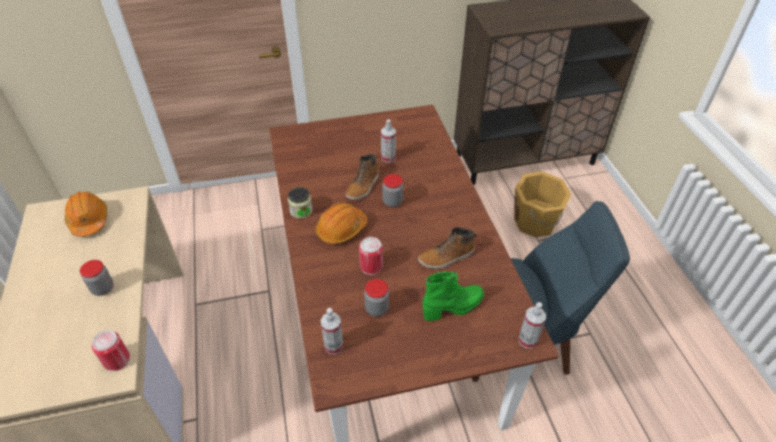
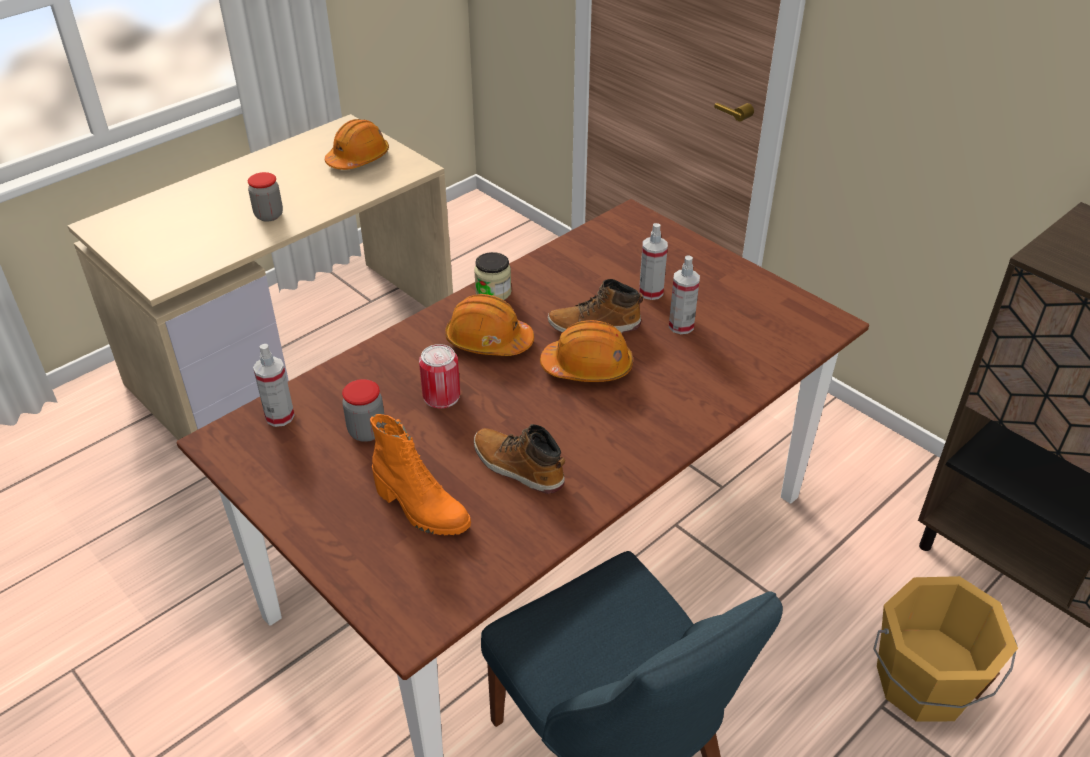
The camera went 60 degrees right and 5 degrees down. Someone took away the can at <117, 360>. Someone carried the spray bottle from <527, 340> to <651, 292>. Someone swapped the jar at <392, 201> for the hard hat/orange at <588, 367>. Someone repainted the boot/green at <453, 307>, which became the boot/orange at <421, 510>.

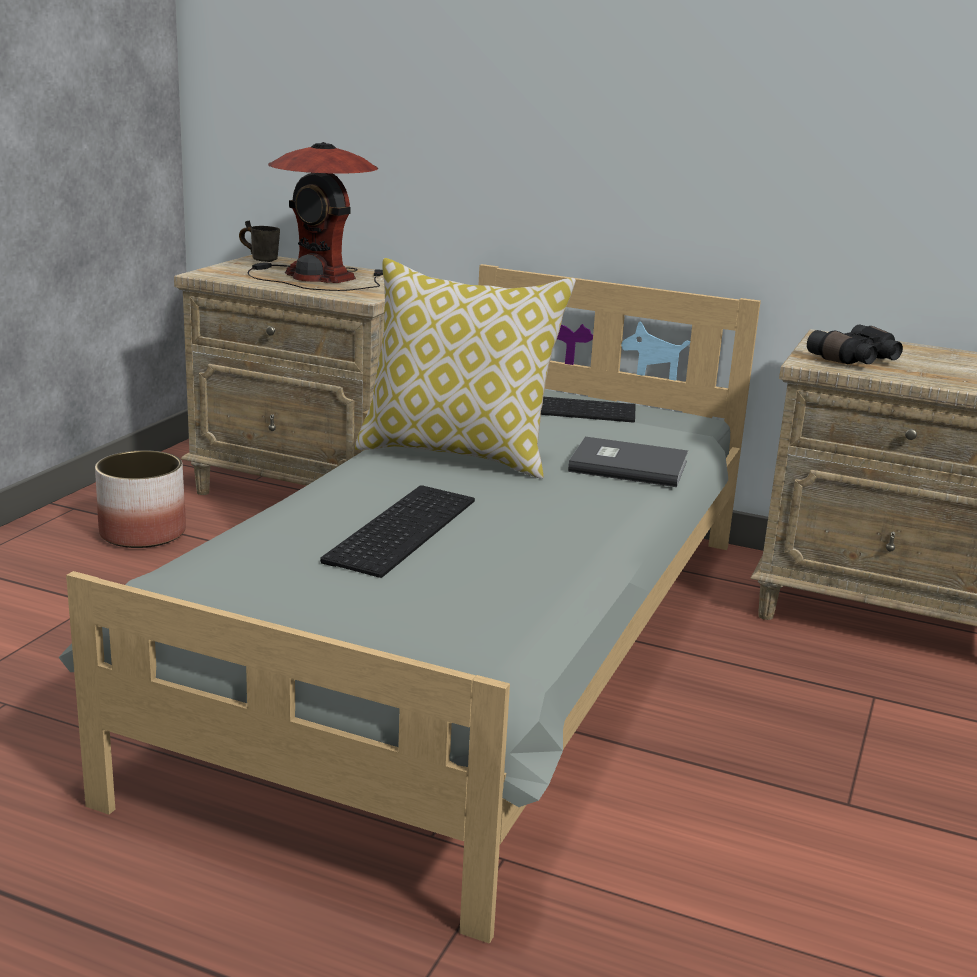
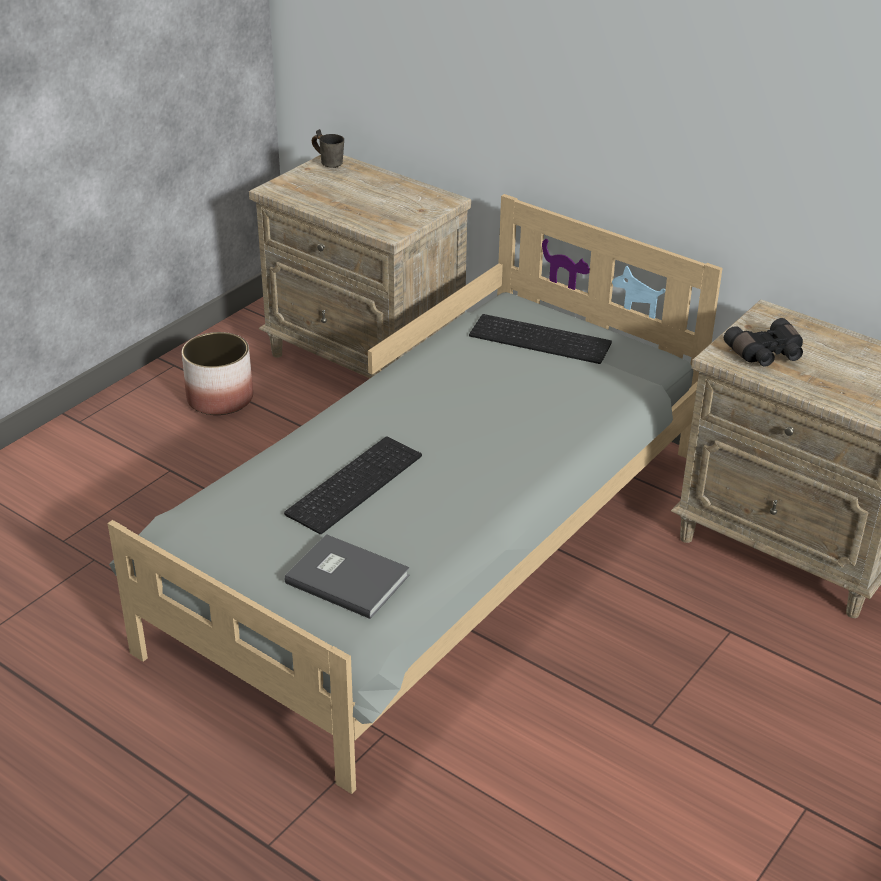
The camera went 15 degrees right and 15 degrees up. Someone took away the table lamp at <320, 276>. Someone took away the pillow at <458, 454>. Someone carried the book/grey from <627, 465> to <347, 577>.

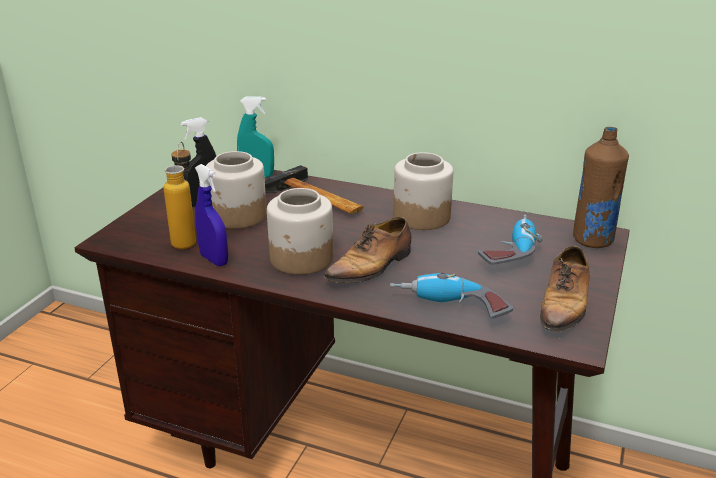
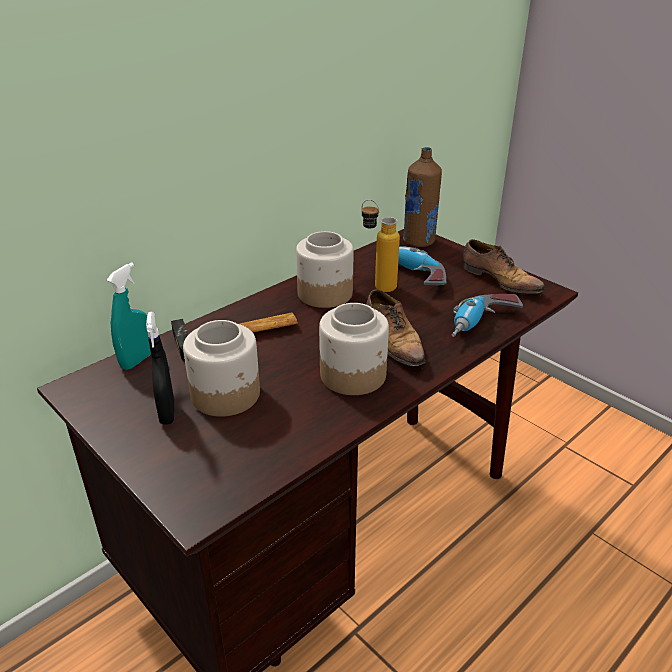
The camera went 65 degrees left and 5 degrees up. Someone took away the spray bottle/blue at <214, 260>. Someone carried the bottle from <187, 239> to <377, 285>.

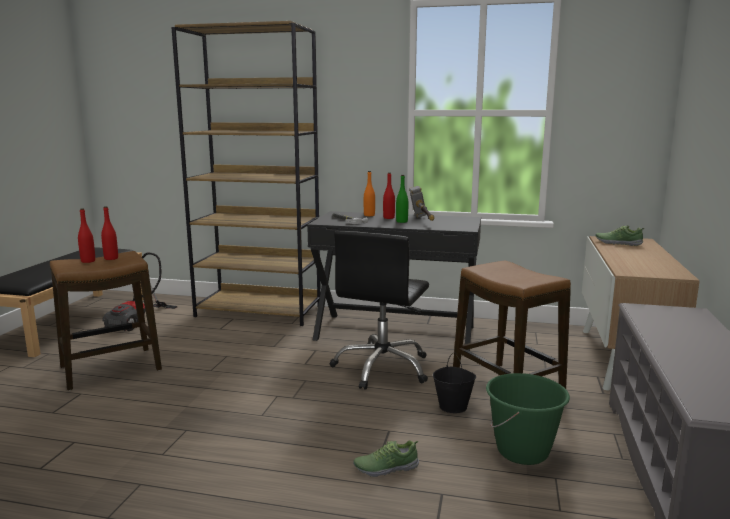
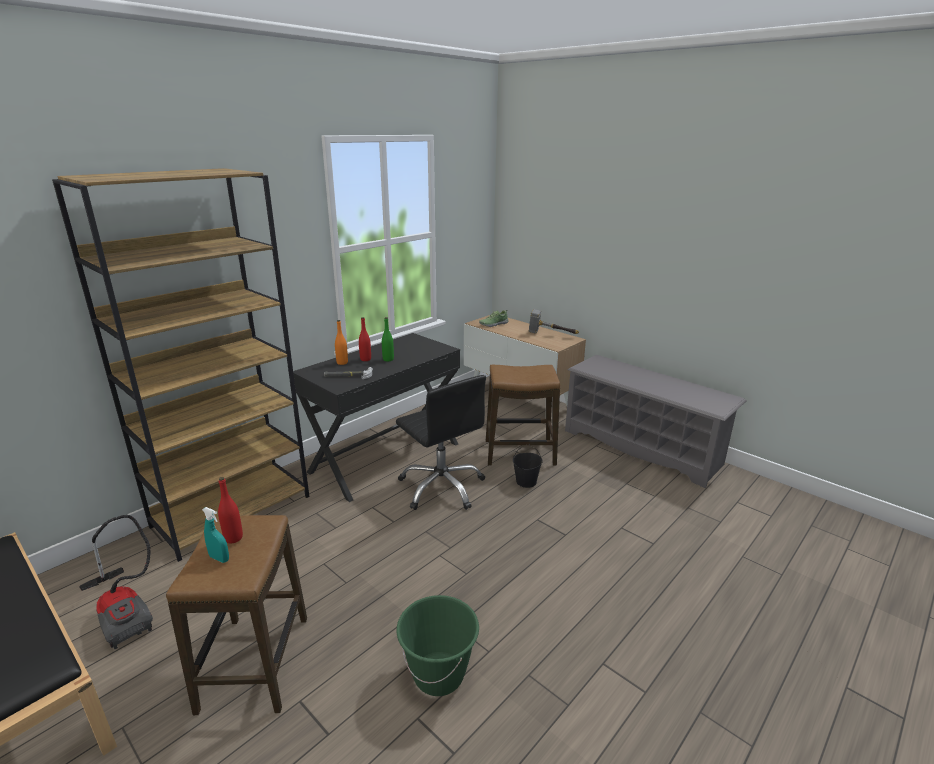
The camera went 60 degrees left and 10 degrees up. Someone took away the shoe at <386, 467>. Someone carried the hammer from <423, 221> to <550, 335>. Someone carried the bucket/green from <523, 451> to <439, 674>. Someone swapped the bottle/red at <88, 261> for the spray bottle/turquoise at <219, 558>.

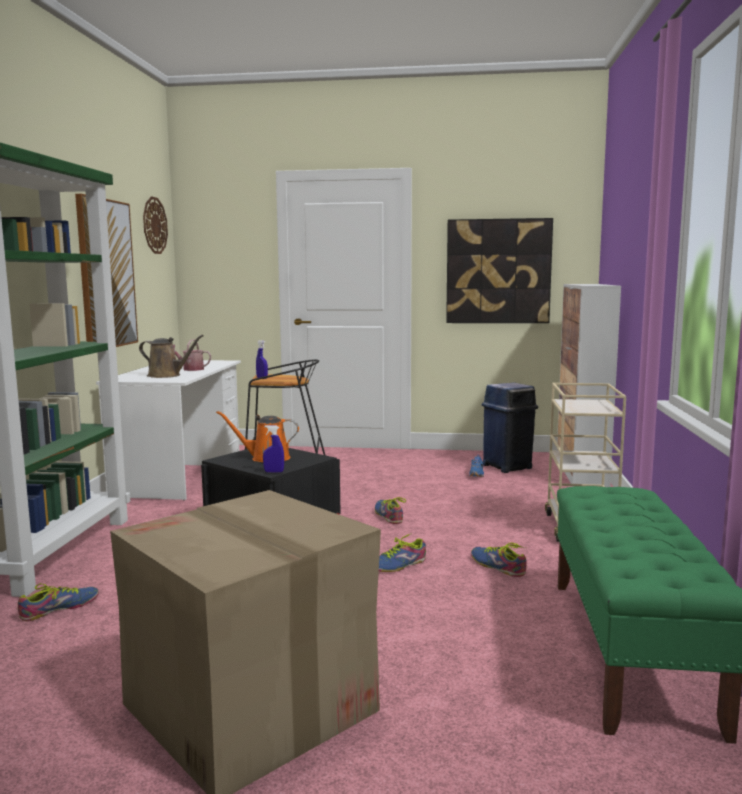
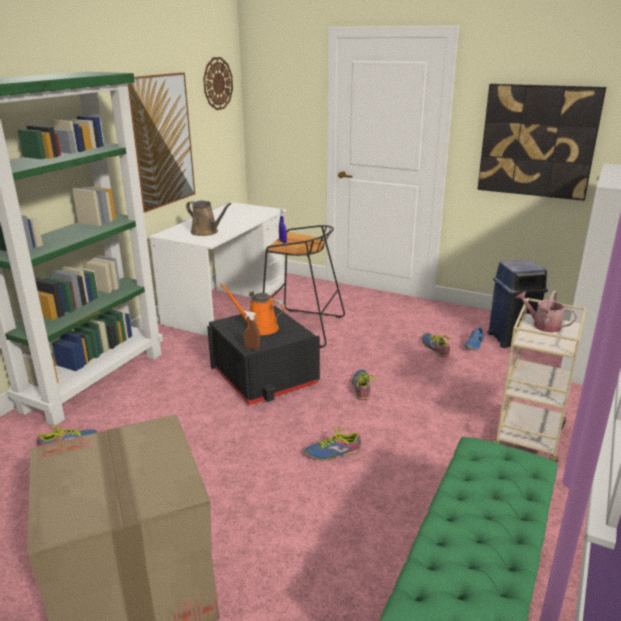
The camera went 20 degrees right and 15 degrees up. Someone carried the watering can from <190, 369> to <542, 325>. Someone carried the shoe from <497, 566> to <435, 348>. Someone repainted the spray bottle/blue at <274, 472>, which became the spray bottle/brown at <252, 348>.

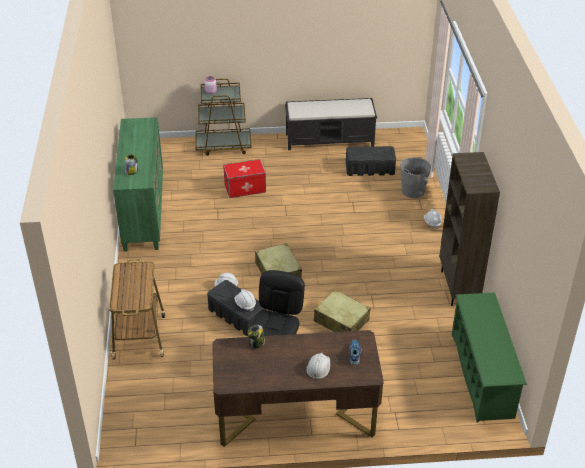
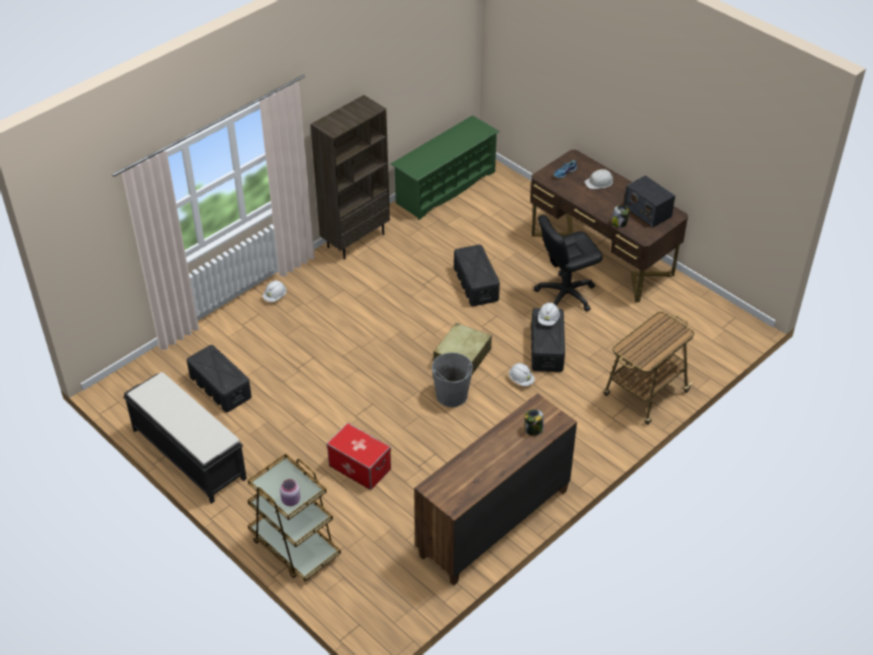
The camera went 130 degrees left and 5 degrees up. Someone put down the radio at <647, 211>. Someone carried the bucket/grey from <412, 191> to <451, 395>. Someone swapped the suitcase/beige at <341, 321> for the storage box/black at <476, 284>. Someone repainted the dresser/green at <144, 213>, which became the dresser/brown at <493, 523>.

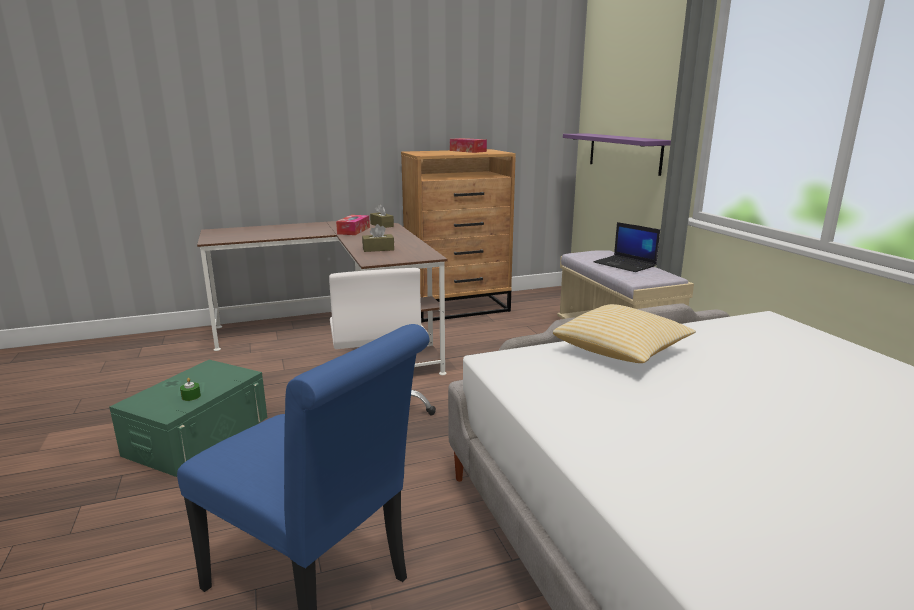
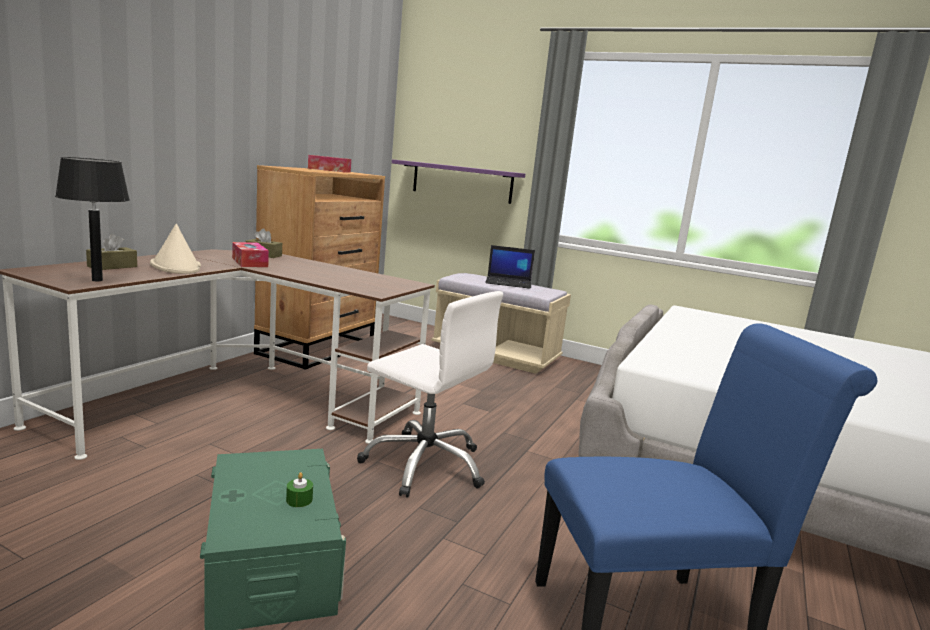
The camera went 45 degrees left and 5 degrees down. Someone took away the pillow at <621, 352>. Someone put down the table lamp/black at <96, 280>. Someone put down the hat/beige at <176, 266>. Someone carried the tissue box/brown from <378, 249> to <112, 266>.

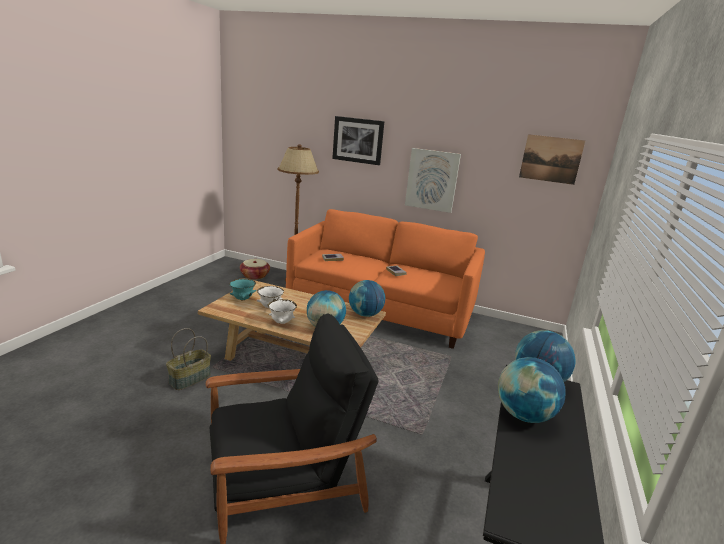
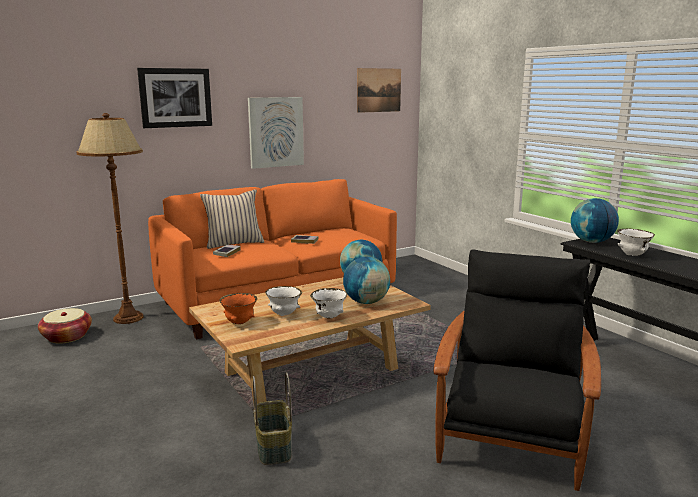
The camera went 50 degrees left and 5 degrees down. Someone put down the pillow/beige at <233, 243>. Someone swapped the globe at <524, 415> for the bowl/white at <632, 255>. Someone repainted the bowl/turquoise at <243, 299>, which became the bowl/orange at <239, 322>.

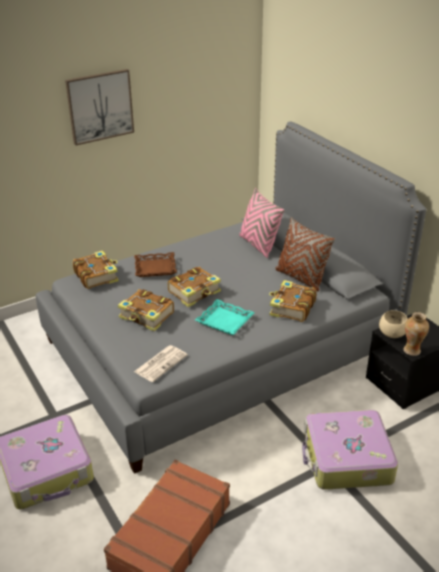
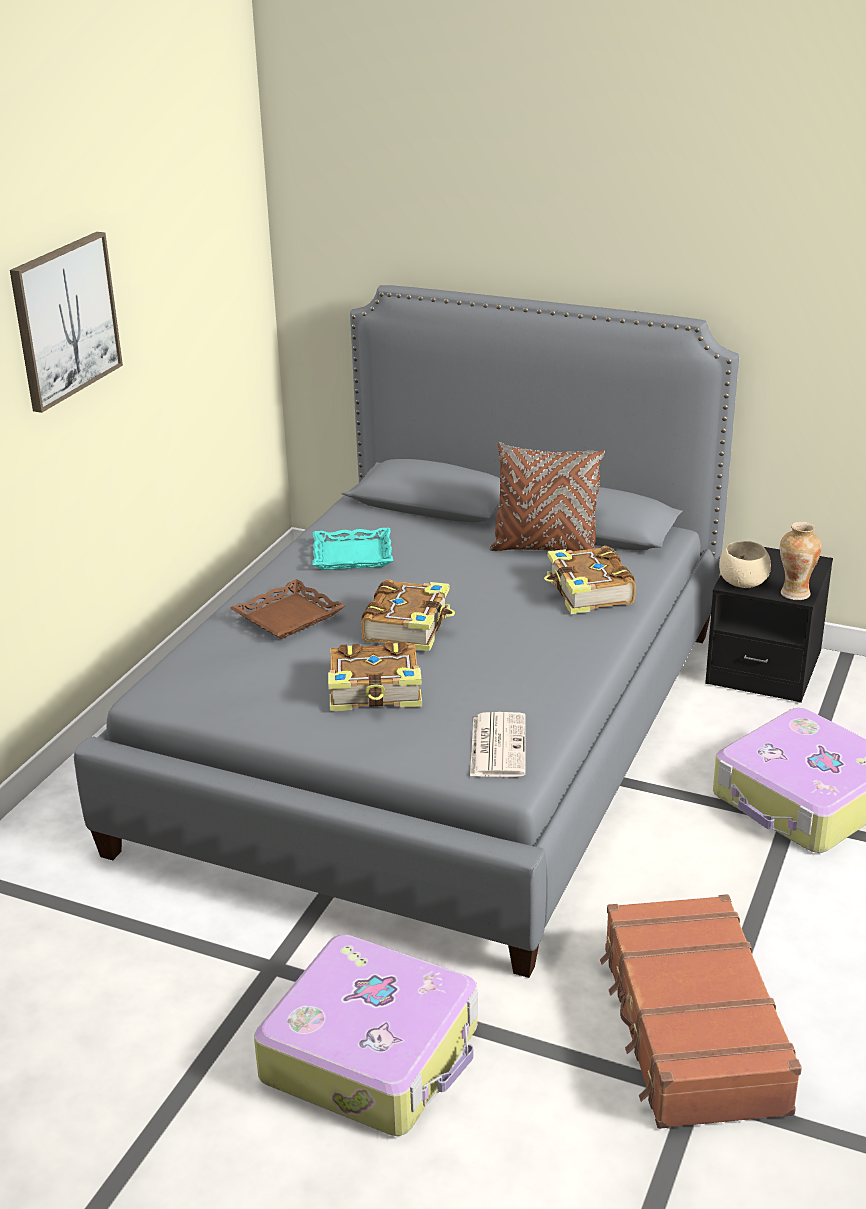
The camera went 35 degrees left and 5 degrees down. Someone took away the book at <96, 275>. Someone took away the pillow/pink at <258, 245>. Someone carried the tray/turquoise from <225, 320> to <352, 555>.

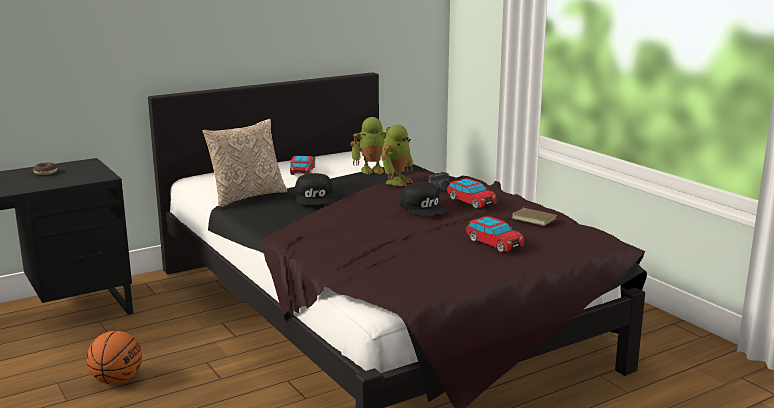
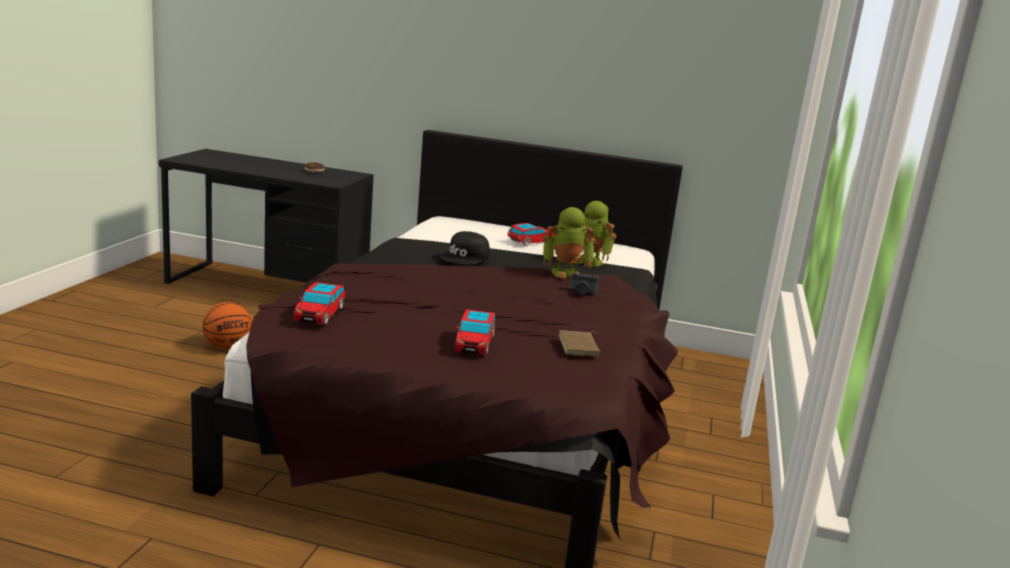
The camera went 45 degrees right and 0 degrees up. Someone took away the pillow at <246, 196>. Someone took away the cap/black at <424, 207>. Someone carried the toy car from <471, 201> to <319, 314>.

